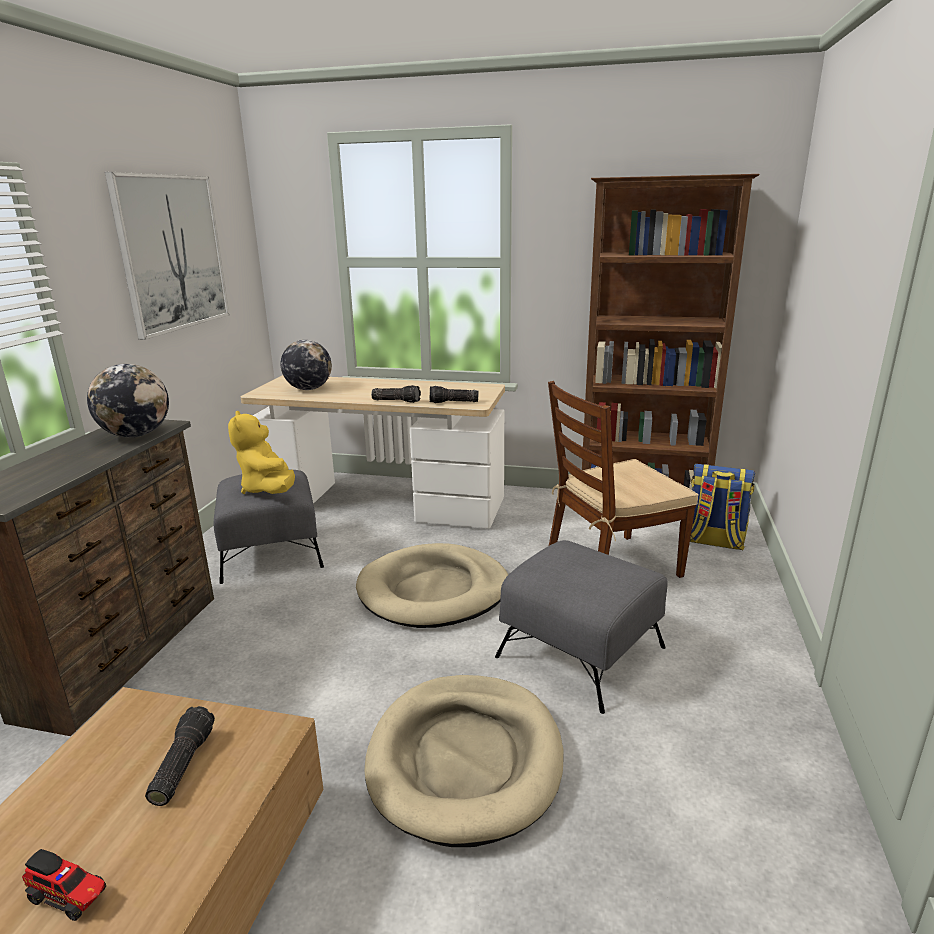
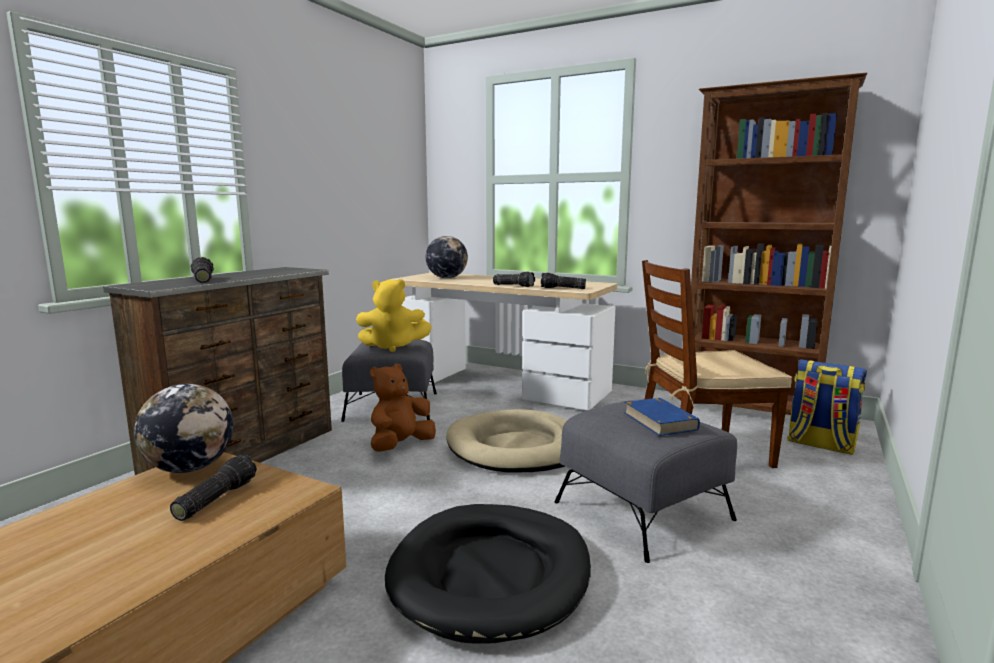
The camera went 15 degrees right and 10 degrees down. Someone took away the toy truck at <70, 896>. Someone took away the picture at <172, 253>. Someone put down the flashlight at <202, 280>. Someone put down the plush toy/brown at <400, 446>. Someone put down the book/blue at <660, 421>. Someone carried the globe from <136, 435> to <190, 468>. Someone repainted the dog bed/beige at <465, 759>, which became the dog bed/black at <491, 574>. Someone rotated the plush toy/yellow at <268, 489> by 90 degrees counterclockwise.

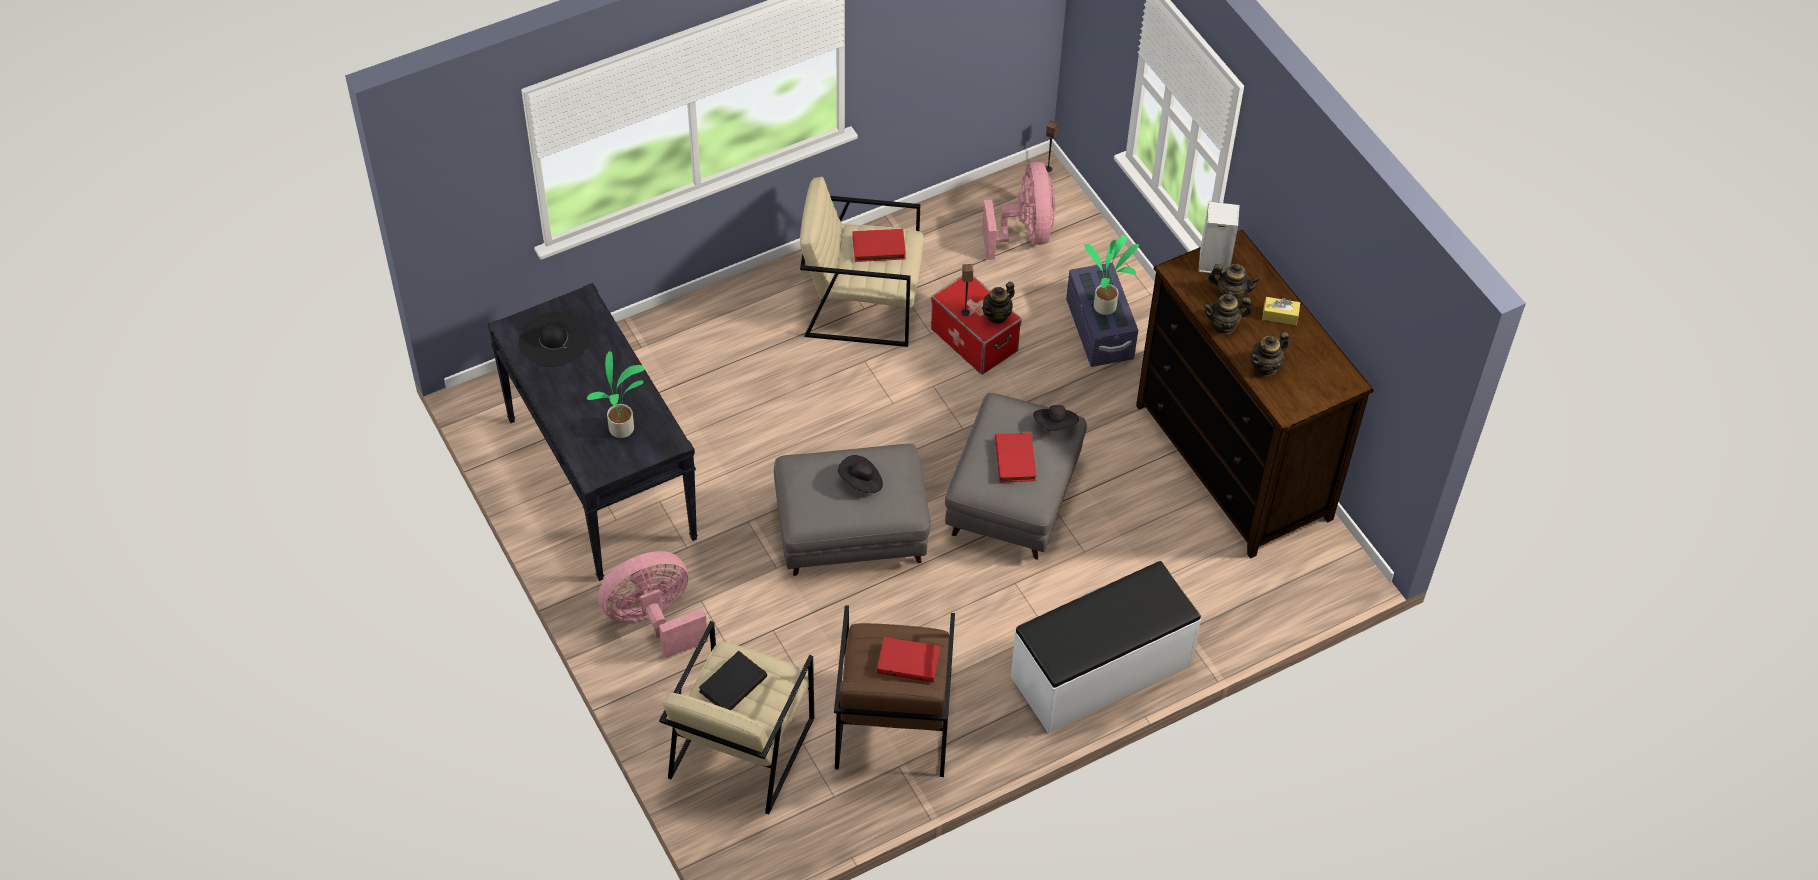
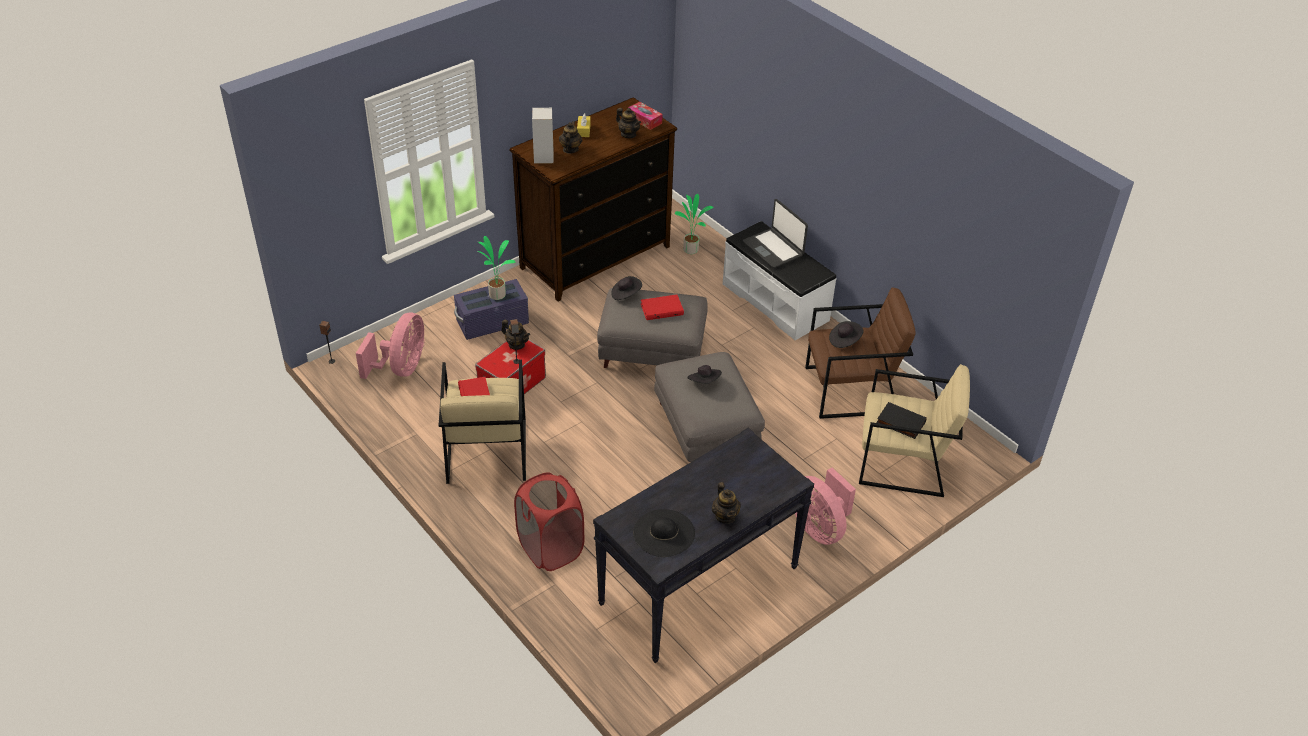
The camera went 100 degrees left and 10 degrees down. Someone put down the laundry basket/red at <550, 548>. Someone put down the tissue box at <644, 120>. Someone put down the laptop at <773, 248>. Someone carried the potted plant from <623, 430> to <691, 249>. Someone carried the teapot from <1224, 325> to <725, 516>. Someone swapped the book/red at <909, 661> for the hat/black at <844, 340>. Someone rotated the fan/pink at <1024, 233> by 120 degrees clockwise.

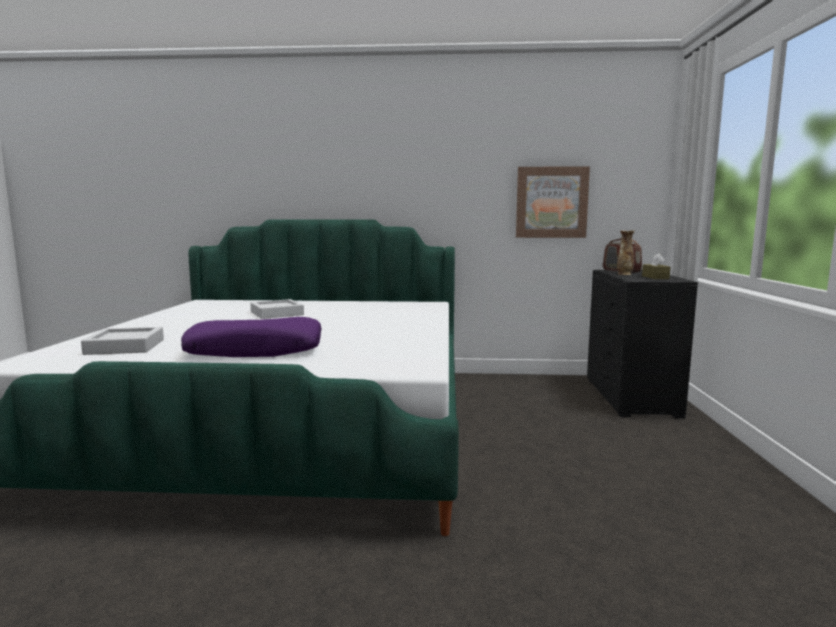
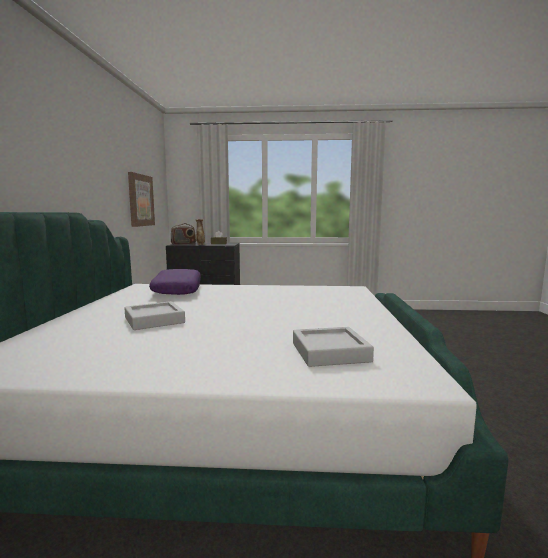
The camera went 90 degrees left and 0 degrees up. Someone carried the pillow/purple from <256, 350> to <177, 290>.

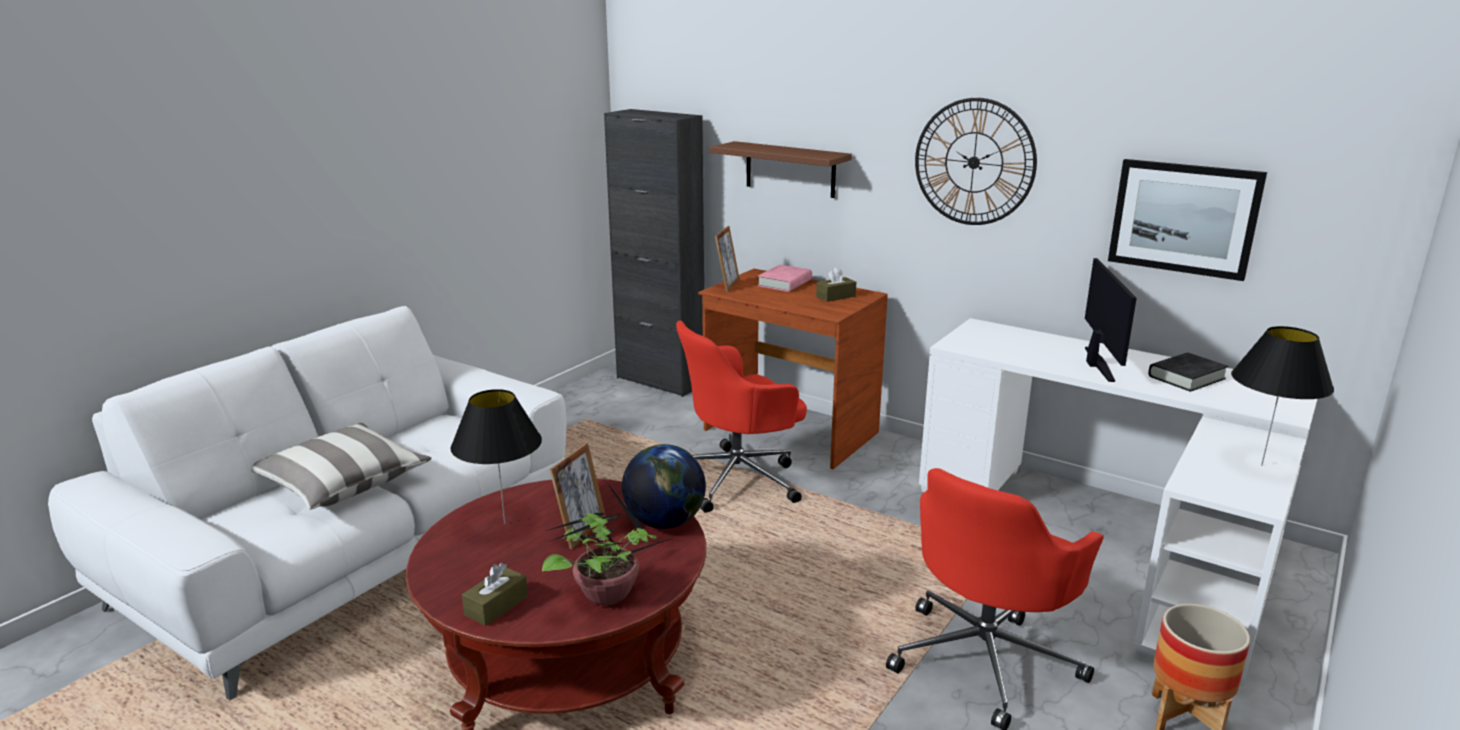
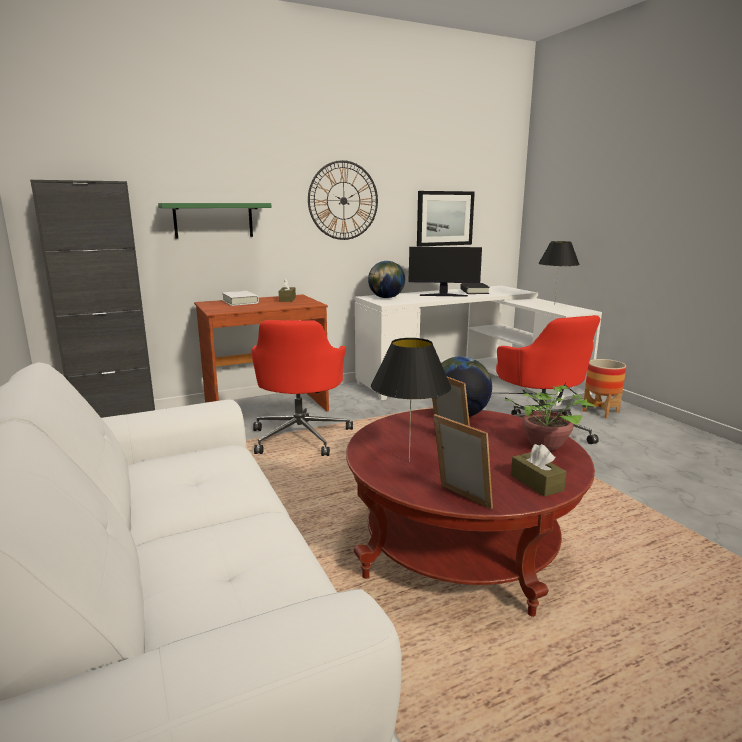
The camera went 60 degrees left and 5 degrees down. Someone took away the pillow at <342, 484>. Someone put down the globe at <386, 298>. Someone carried the picture frame from <727, 285> to <460, 499>. Someone repainted the shelf/brown at <790, 169>, which became the shelf/green at <213, 220>. Someone repainted the book/pink at <785, 283>, which became the book/white at <240, 302>. Someone rotated the monitor at <1096, 364> by 150 degrees clockwise.

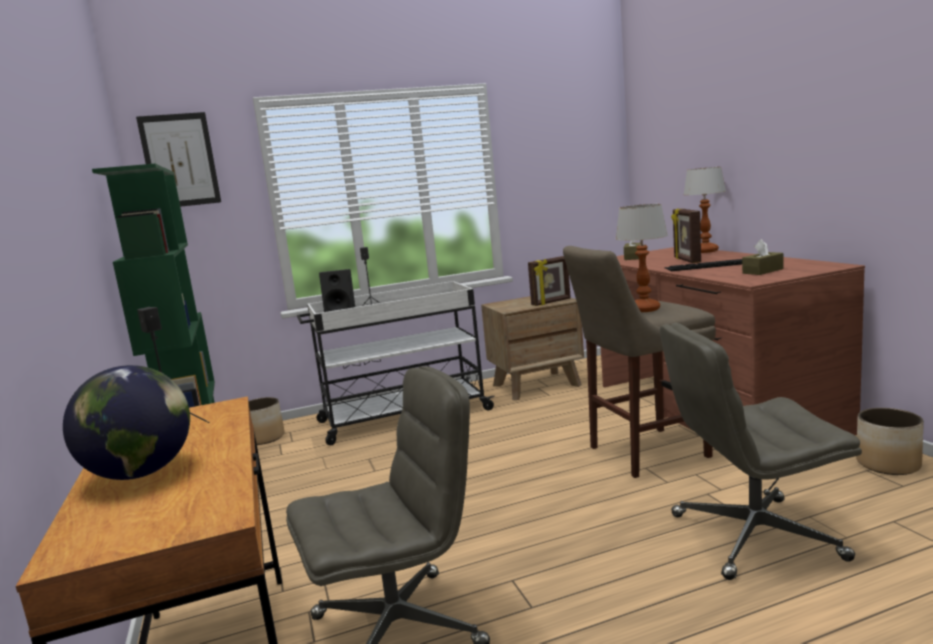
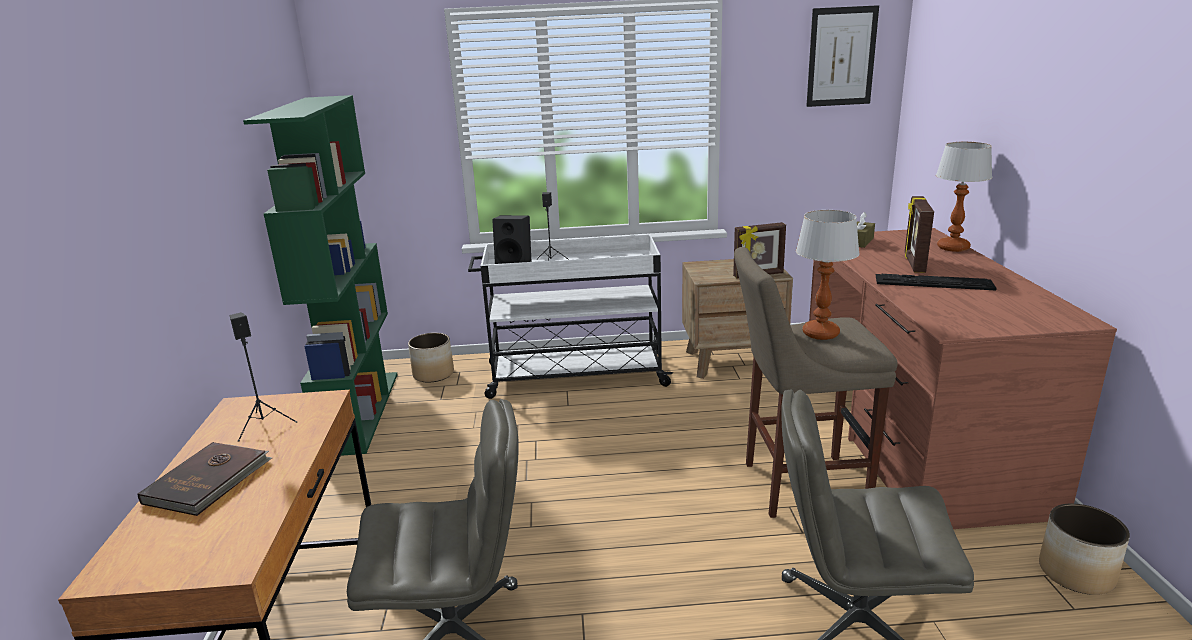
The camera went 15 degrees right and 10 degrees up. Someone took away the tissue box/brown at <762, 271>. Someone carried the picture from <180, 160> to <841, 57>. Someone swapped the globe at <141, 473> for the book/brown at <209, 481>.

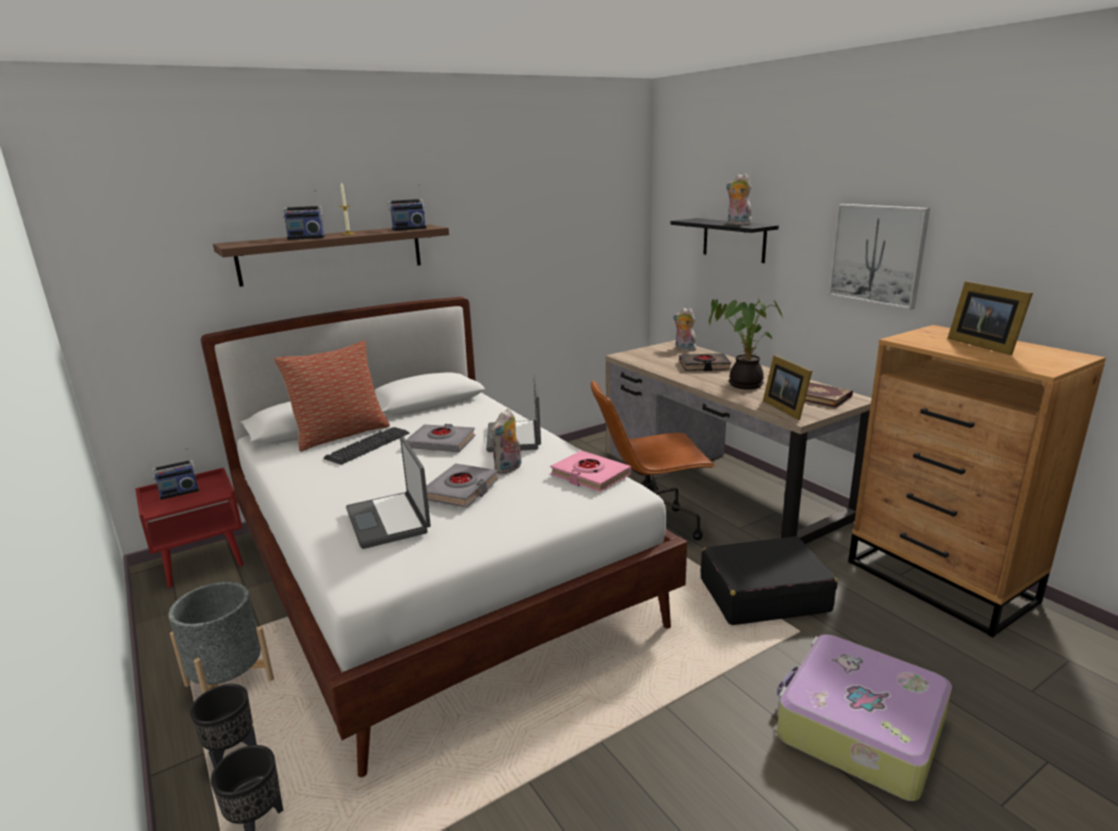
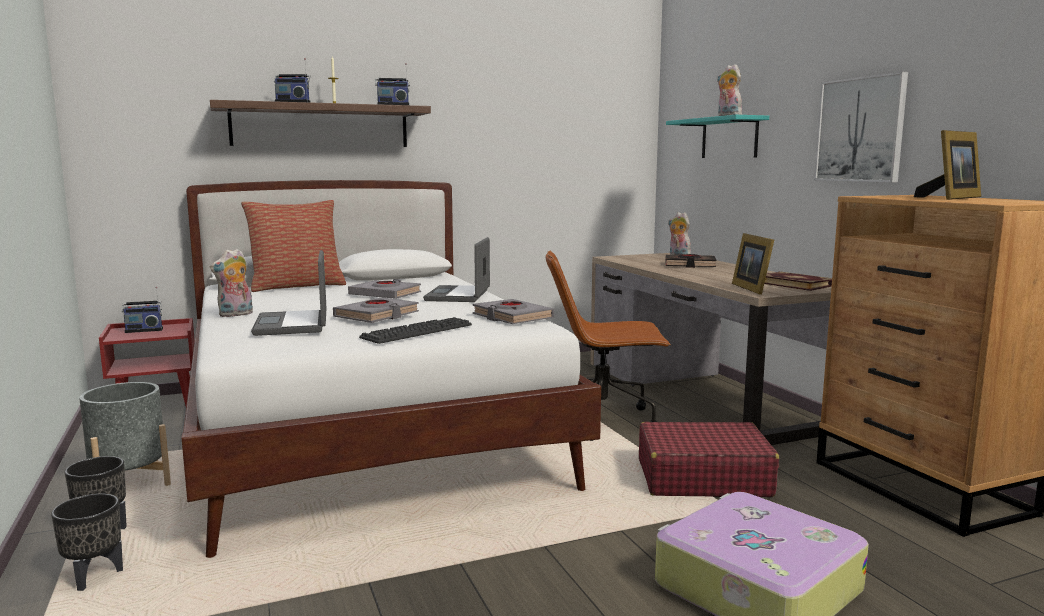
The camera went 10 degrees right and 10 degrees down. Someone took away the potted plant at <742, 384>. Someone carried the keyboard from <368, 446> to <417, 332>. Someone carried the plush toy from <508, 469> to <235, 315>. Someone repainted the book/pink at <590, 475>, which became the book/grey at <512, 317>. Someone repainted the shelf/black at <734, 240>, which became the shelf/turquoise at <729, 138>. Someone repainted the suitcase/black at <763, 595>, which became the suitcase/red at <702, 478>. Someone rotated the picture frame at <983, 344> by 120 degrees counterclockwise.

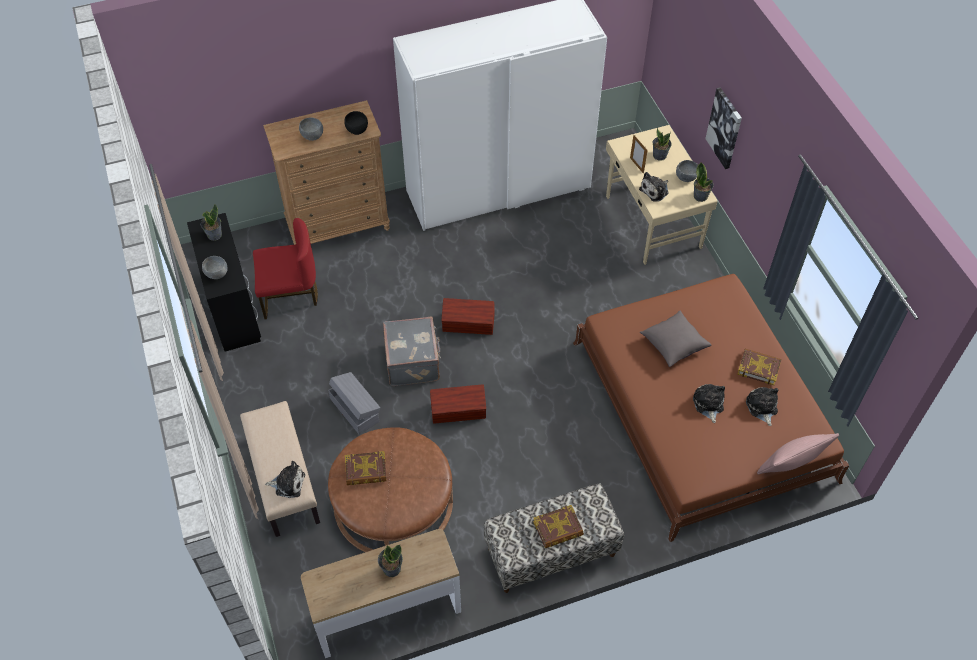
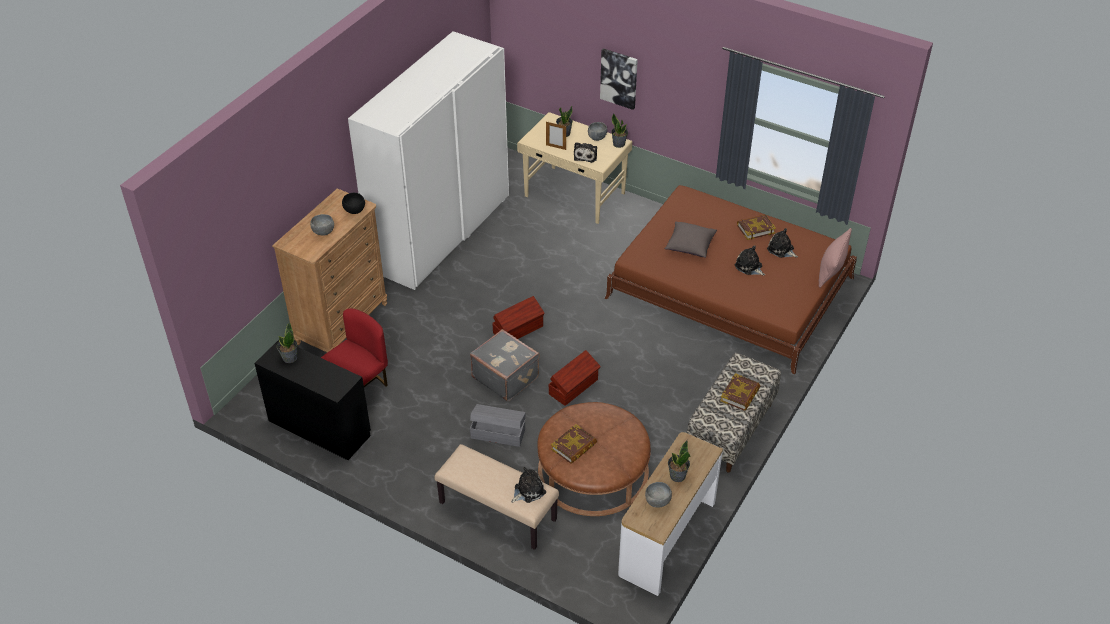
The camera went 40 degrees left and 10 degrees down. Someone carried the bowl/grey from <217, 274> to <658, 502>.

